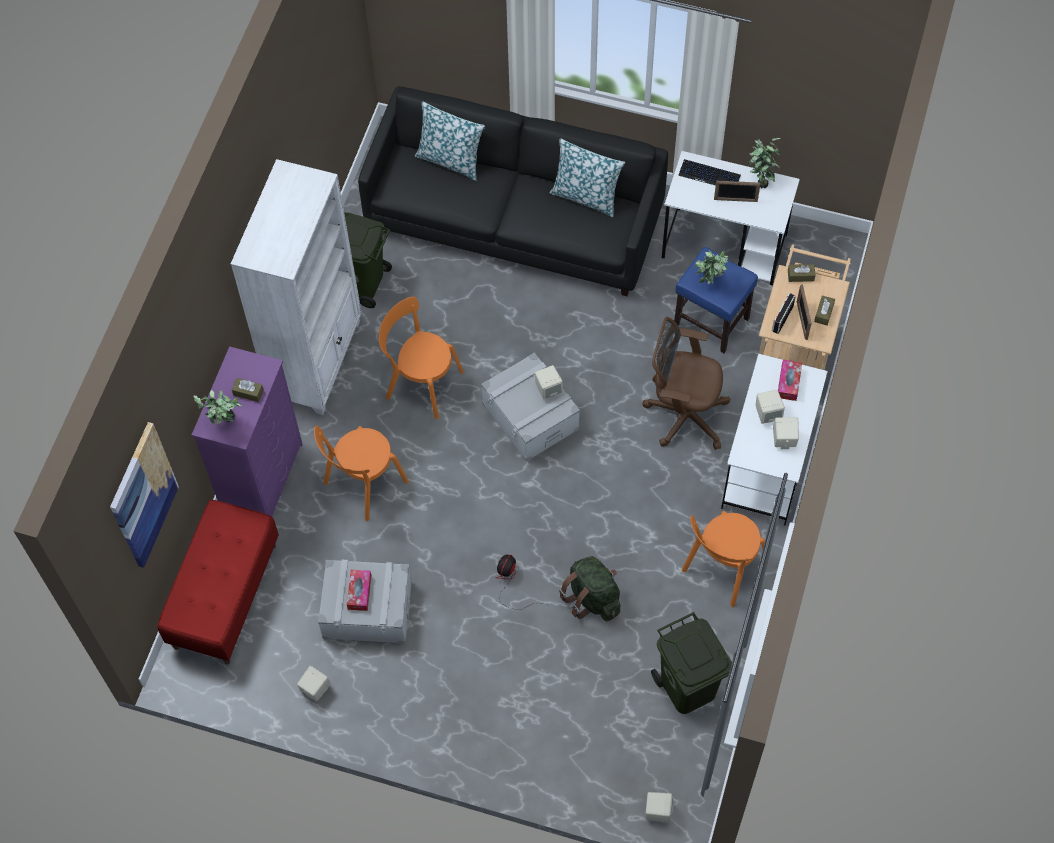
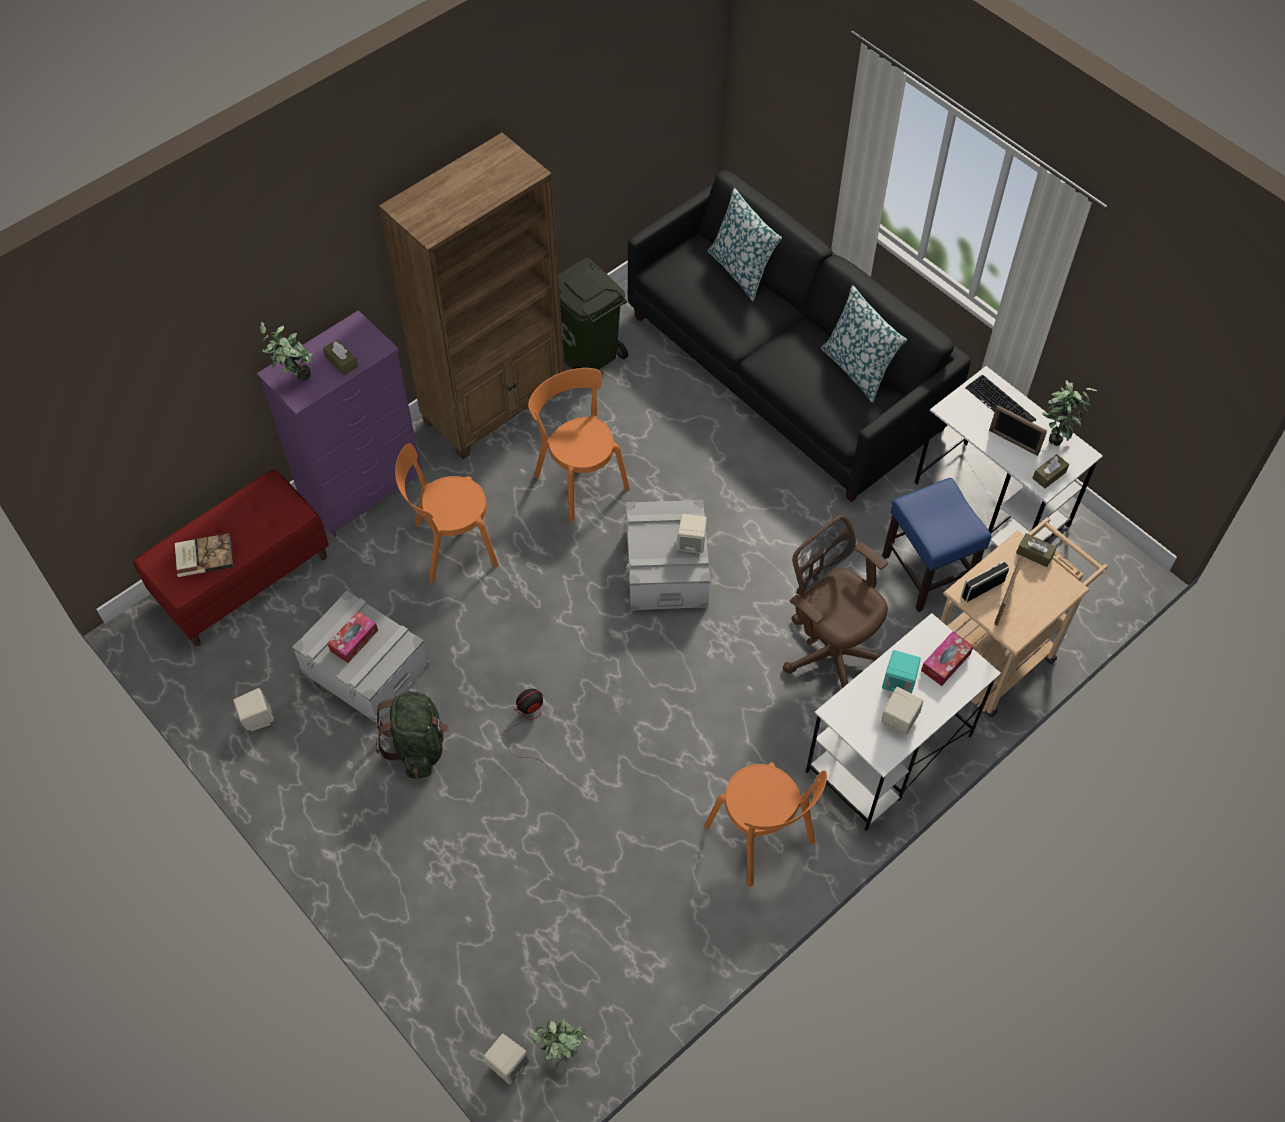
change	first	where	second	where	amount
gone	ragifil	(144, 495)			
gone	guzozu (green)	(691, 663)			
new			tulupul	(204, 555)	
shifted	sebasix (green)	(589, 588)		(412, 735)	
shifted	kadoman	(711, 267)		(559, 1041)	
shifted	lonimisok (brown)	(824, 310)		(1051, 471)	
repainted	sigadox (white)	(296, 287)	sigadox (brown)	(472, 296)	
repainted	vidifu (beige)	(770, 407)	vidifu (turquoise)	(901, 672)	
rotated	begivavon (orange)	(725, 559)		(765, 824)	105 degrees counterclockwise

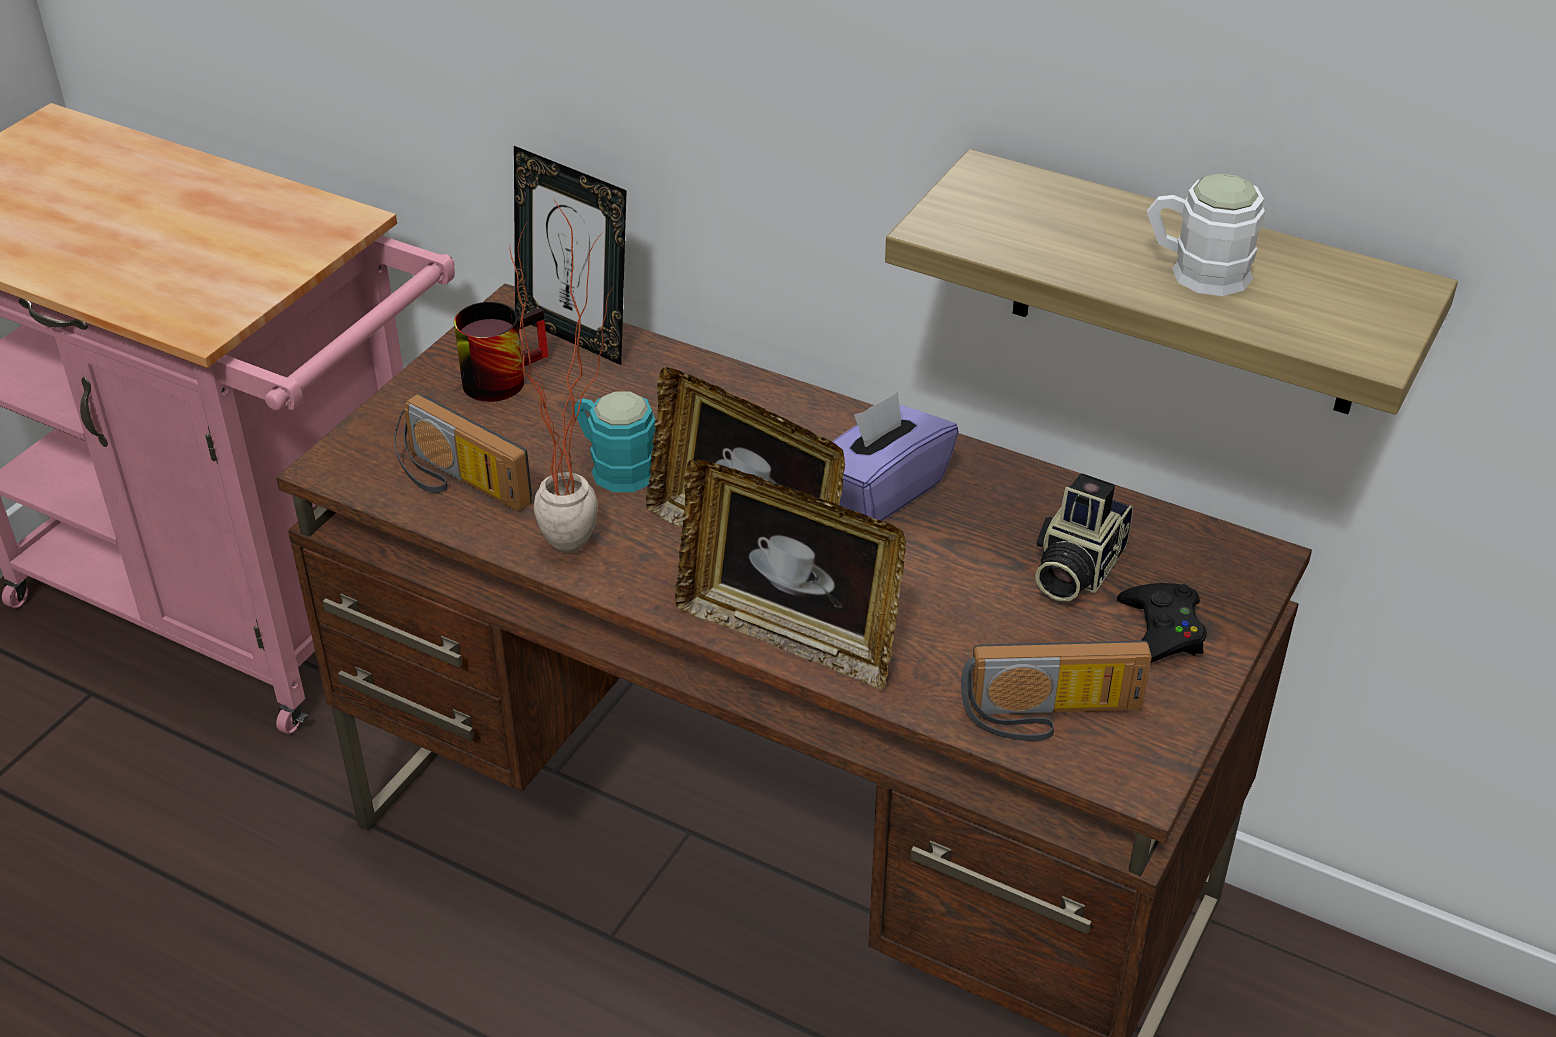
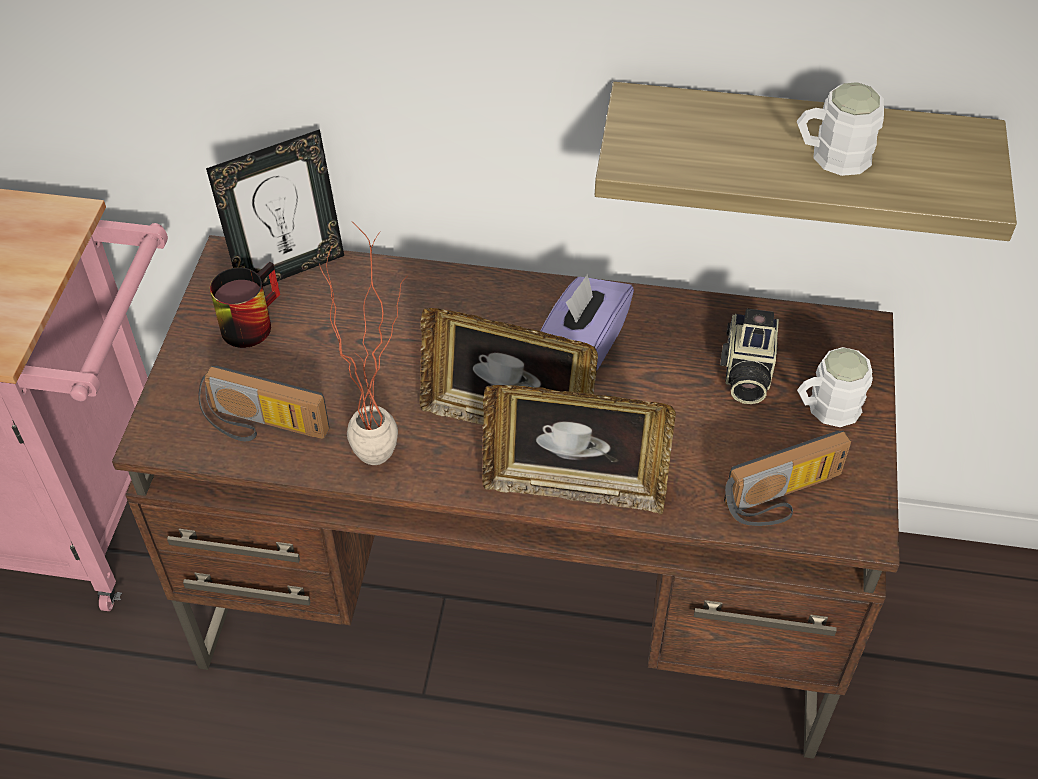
change	first	where	second	where	amount
gone	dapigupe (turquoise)	(614, 441)			
swapped	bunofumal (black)	(1162, 623)	dapigupe (white)	(835, 387)	
rotated	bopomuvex	(570, 255)		(275, 207)	45 degrees counterclockwise

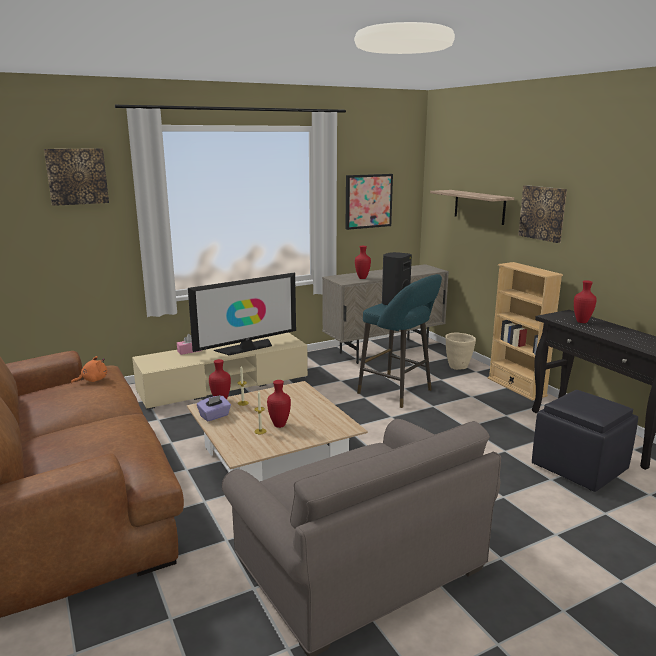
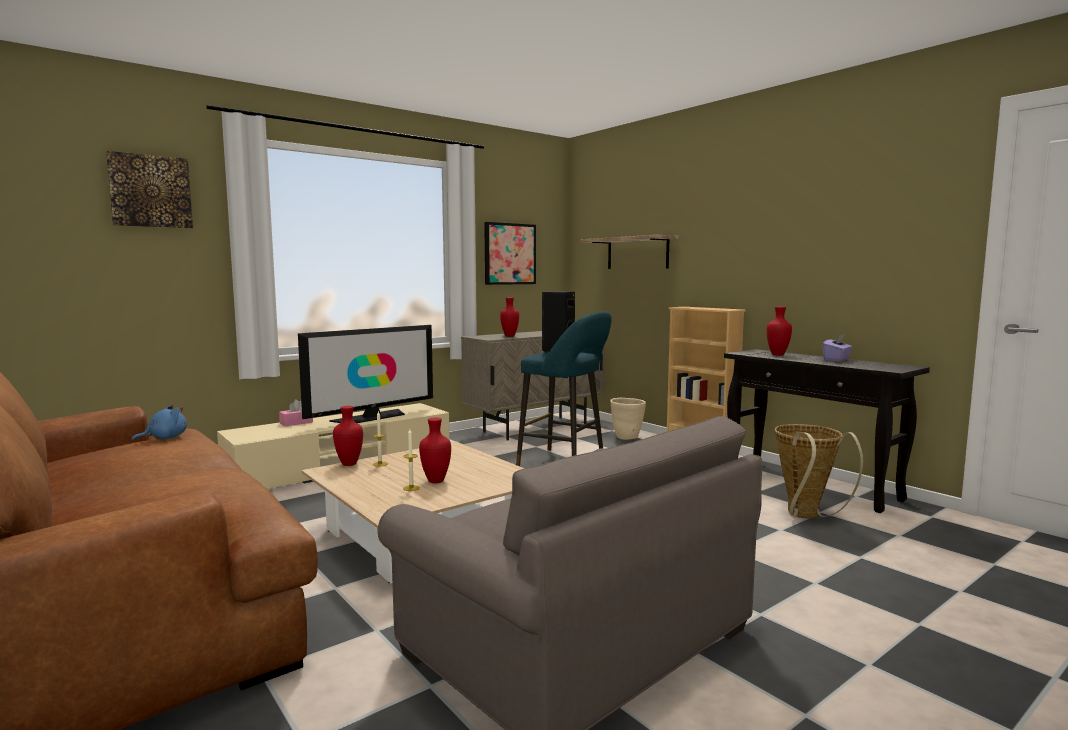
change	first	where	second	where	amount
gone	ragifil	(542, 214)			
shifted	lonimisok (purple)	(214, 408)		(837, 348)	
swapped	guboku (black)	(585, 441)	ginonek	(819, 471)	
repainted	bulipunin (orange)	(89, 370)	bulipunin (blue)	(159, 423)	

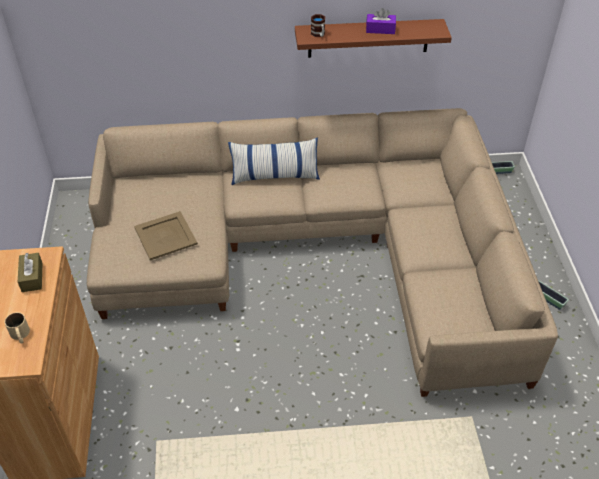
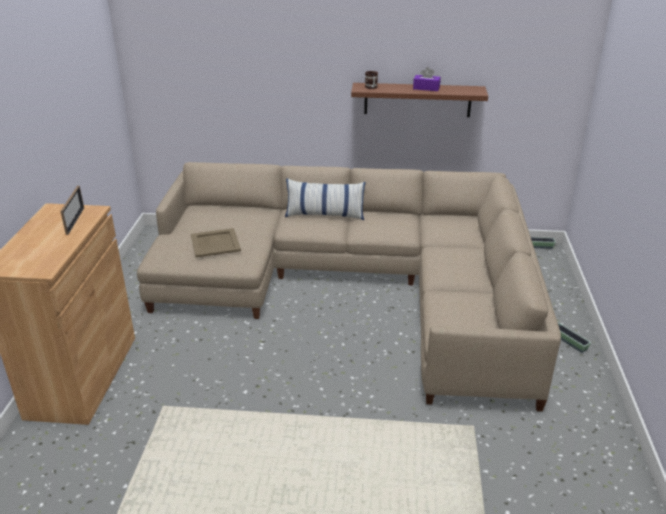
change	first	where	second	where	amount
gone	dapigupe (beige)	(17, 327)			
swapped	lonimisok (brown)	(30, 272)	bopomuvex	(72, 210)	

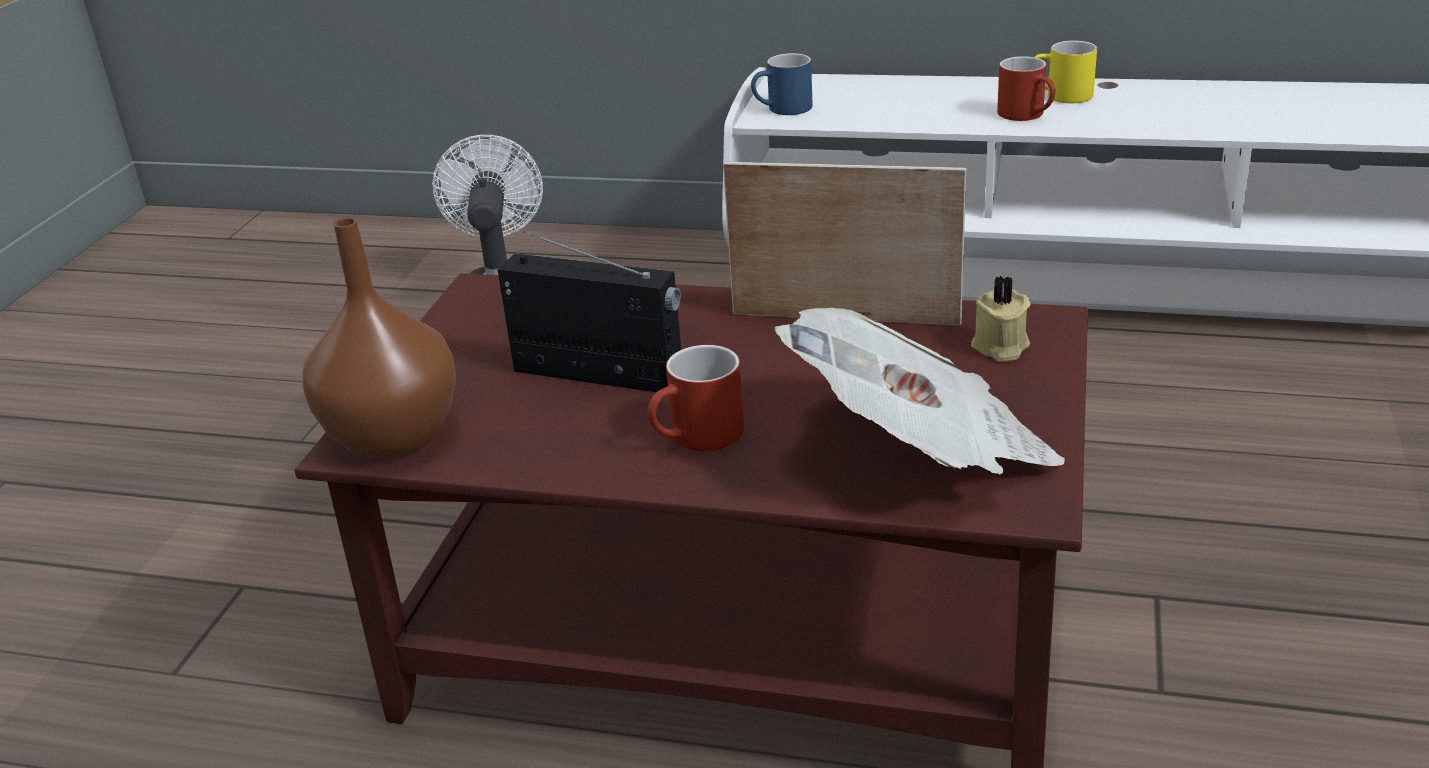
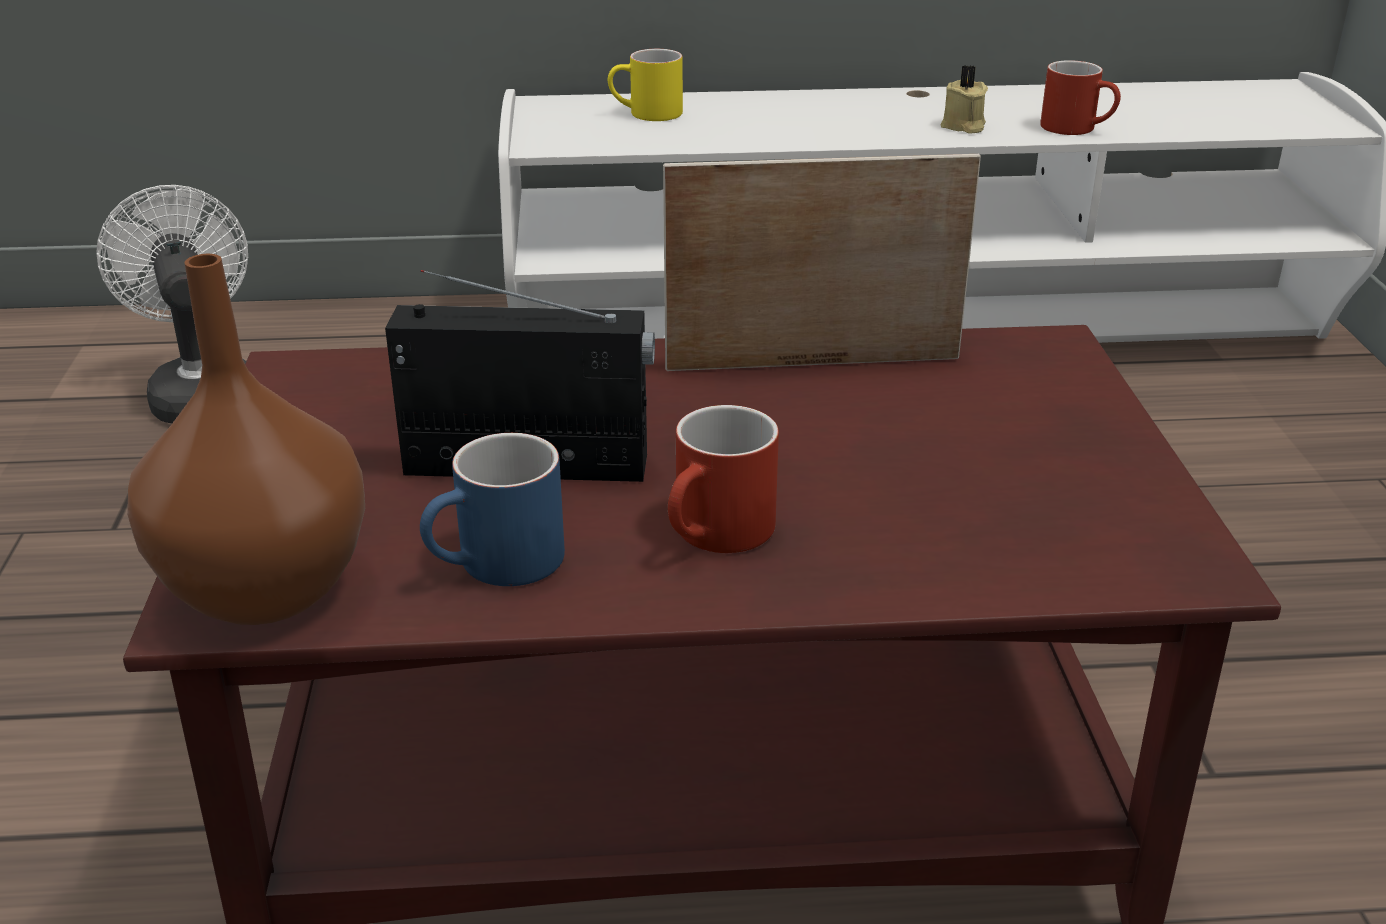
change	first	where	second	where	amount
gone	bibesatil	(920, 391)			
shifted	dapigupe (blue)	(782, 84)		(492, 509)	
shifted	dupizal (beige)	(1000, 319)		(964, 99)	
shifted	dapigupe (red)	(1026, 88)		(1080, 97)	
shifted	dapigupe (yellow)	(1066, 71)		(645, 85)	

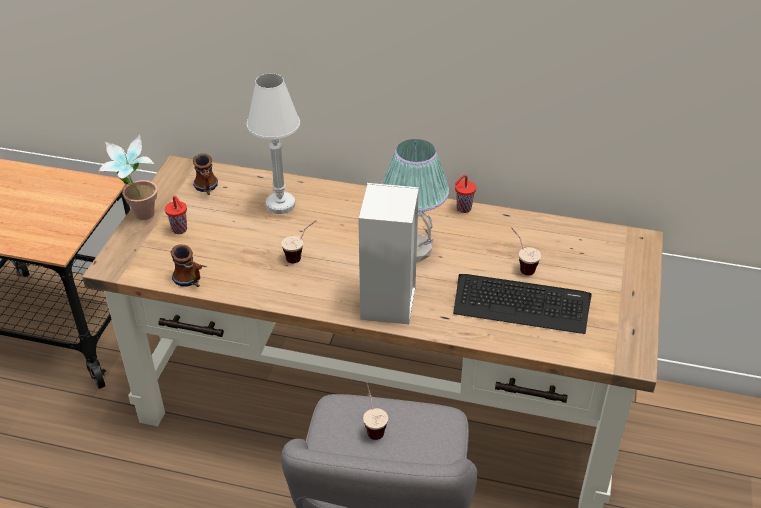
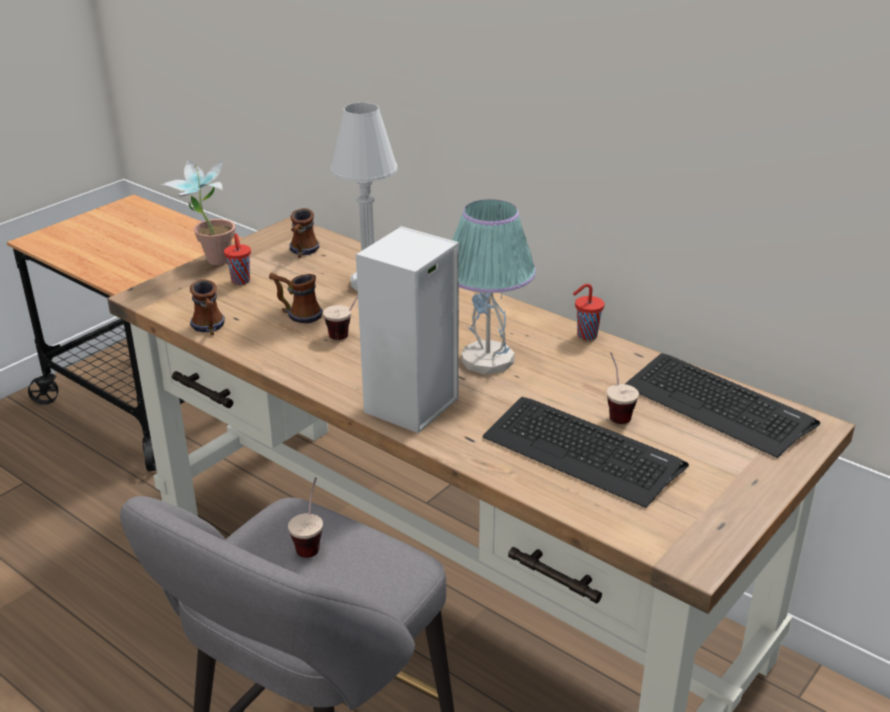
change	first	where	second	where	amount
new			dapigupe	(296, 298)	
new			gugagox	(722, 405)	

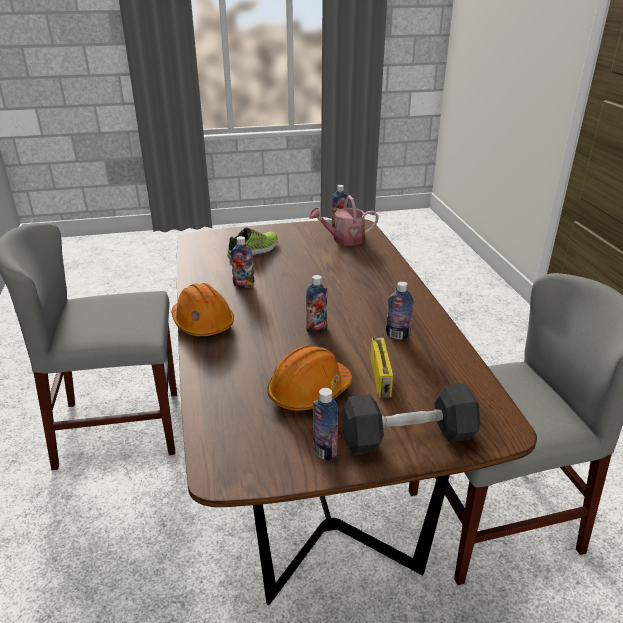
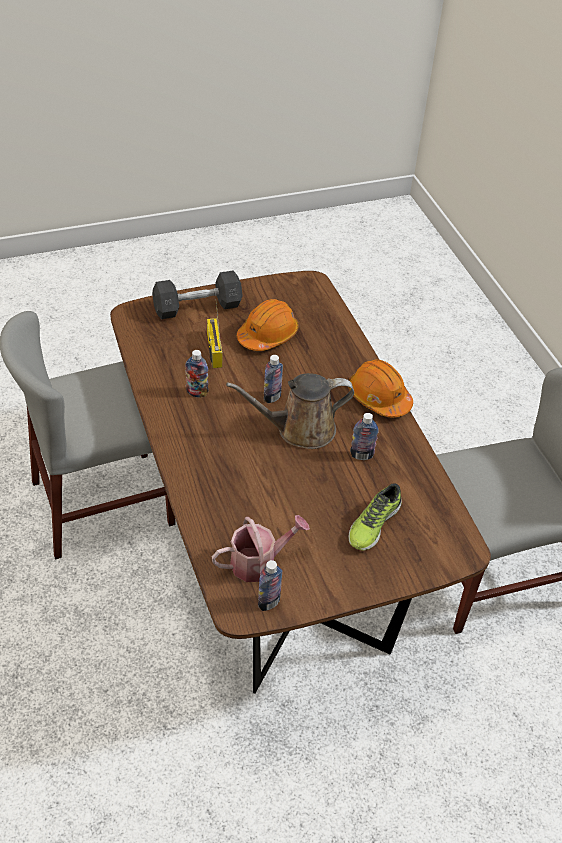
change	first	where	second	where	amount
gone	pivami	(325, 424)			
new			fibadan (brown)	(290, 411)	

